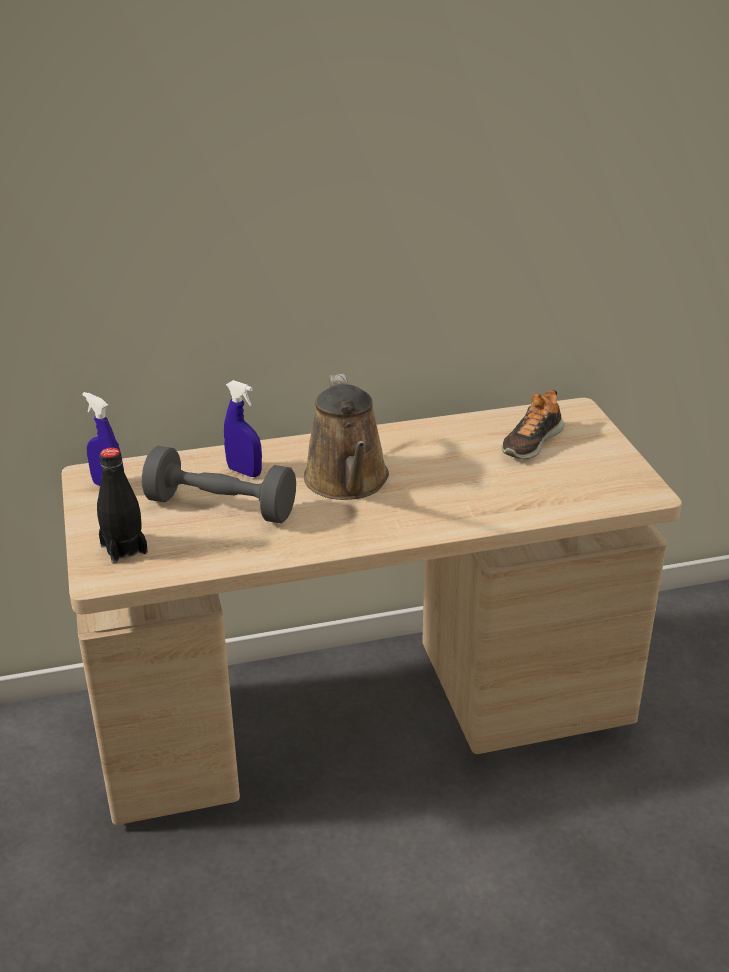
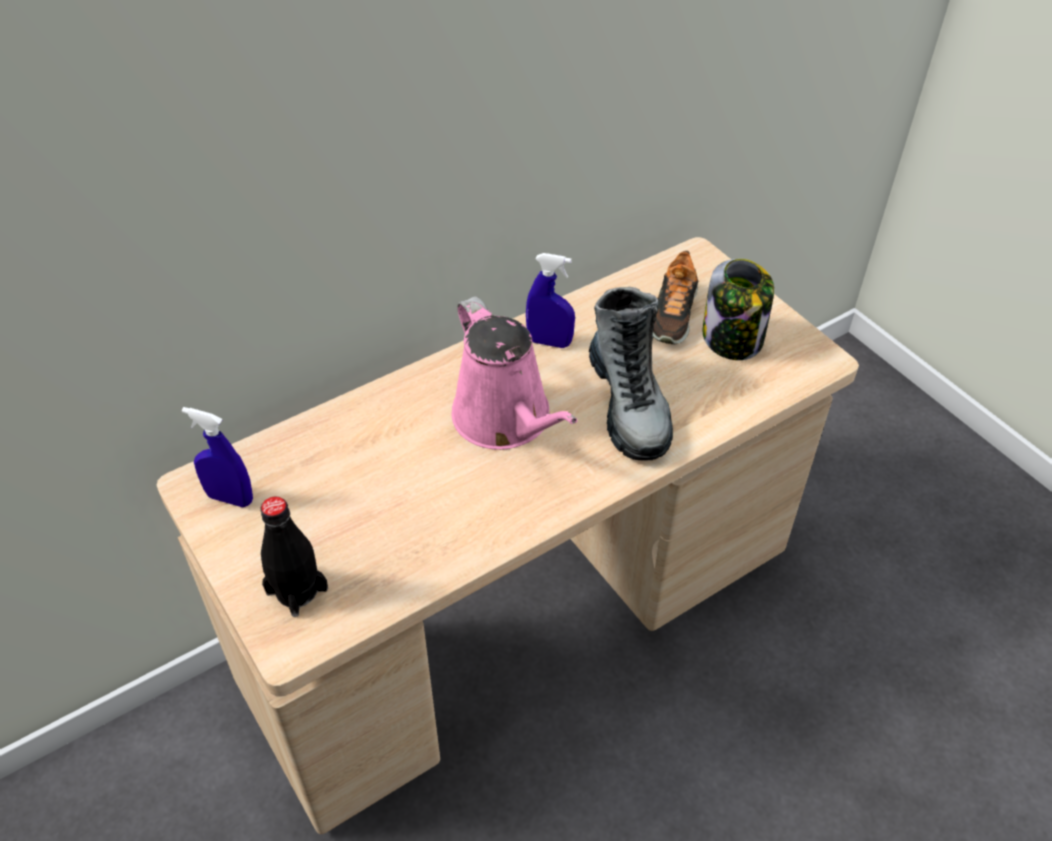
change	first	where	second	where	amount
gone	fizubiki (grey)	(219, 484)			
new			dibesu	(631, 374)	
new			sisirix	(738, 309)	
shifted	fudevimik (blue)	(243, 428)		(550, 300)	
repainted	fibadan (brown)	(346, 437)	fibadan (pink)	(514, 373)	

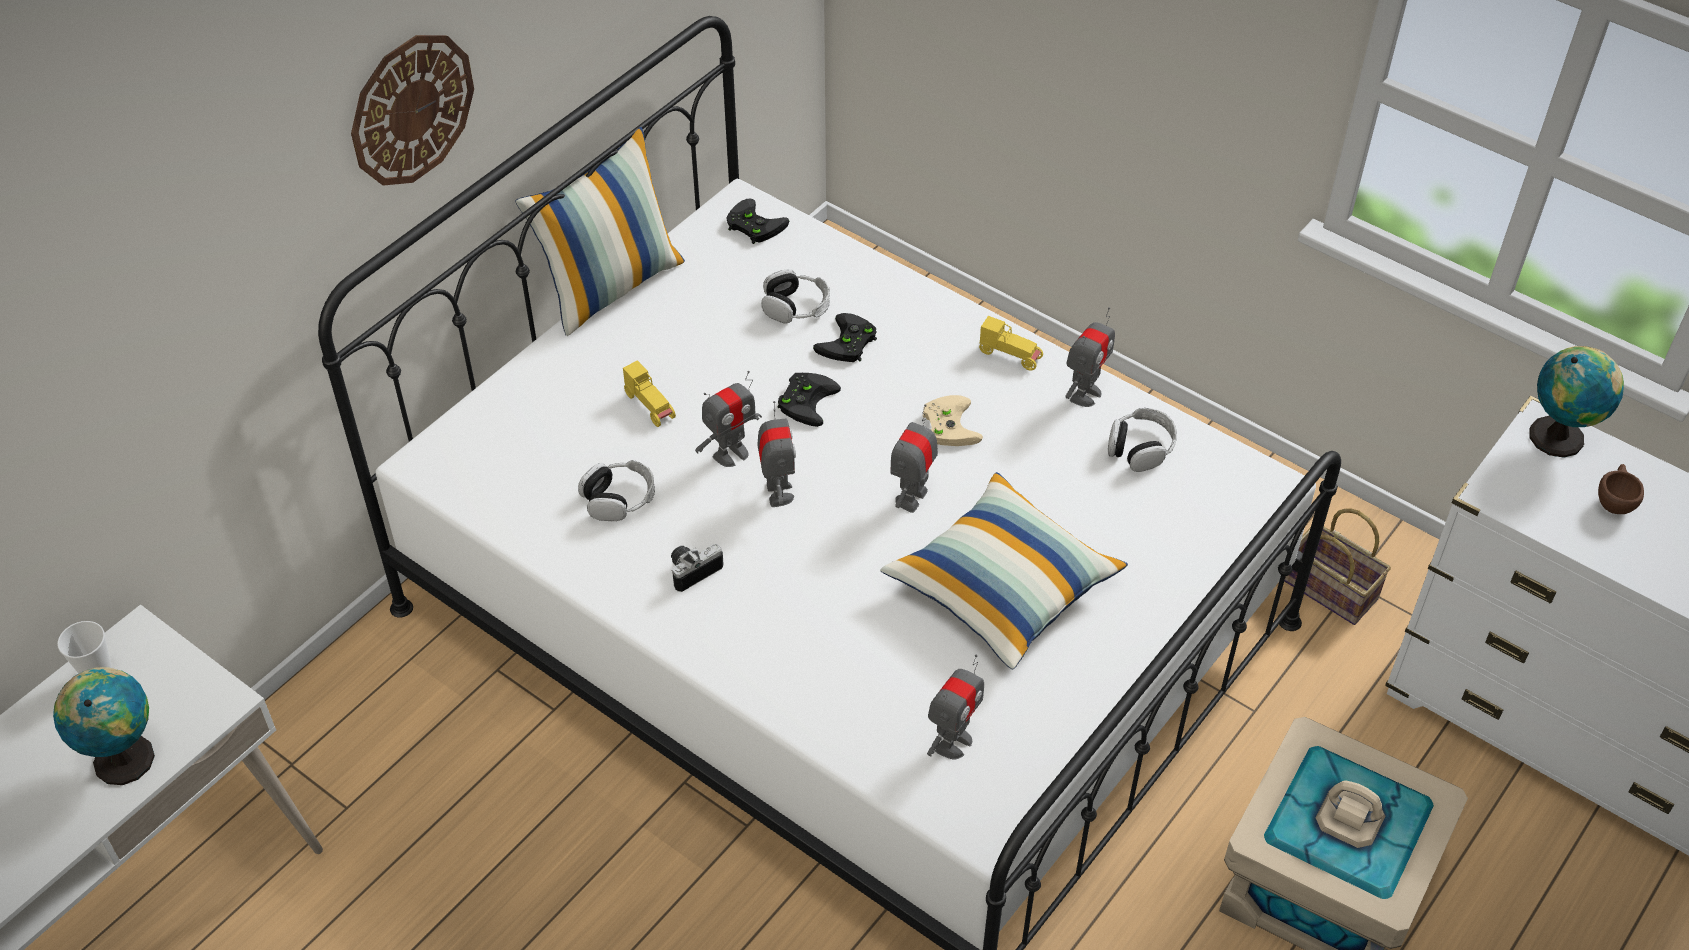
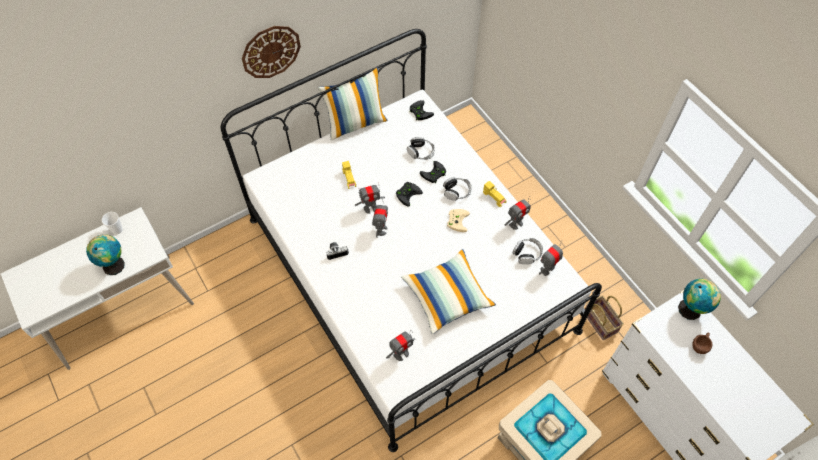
change	first	where	second	where	amount
shifted	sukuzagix	(616, 490)		(457, 189)	
shifted	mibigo	(914, 458)		(551, 258)	

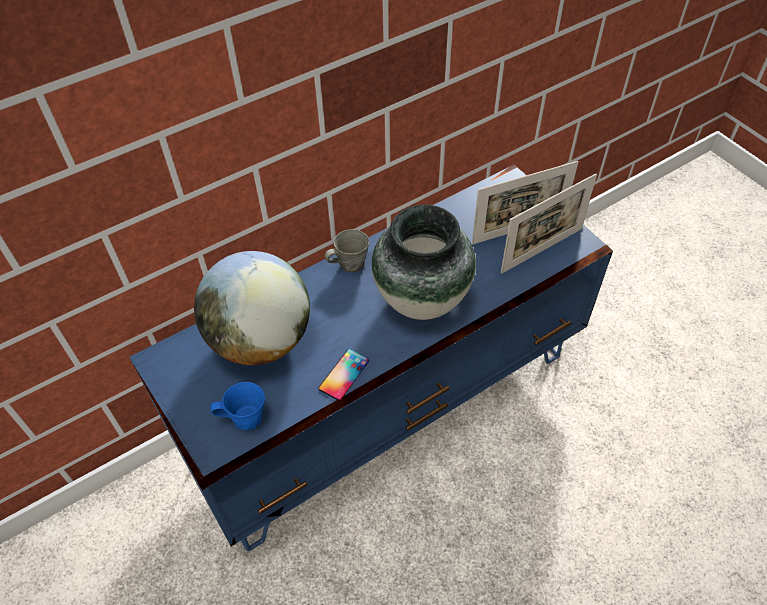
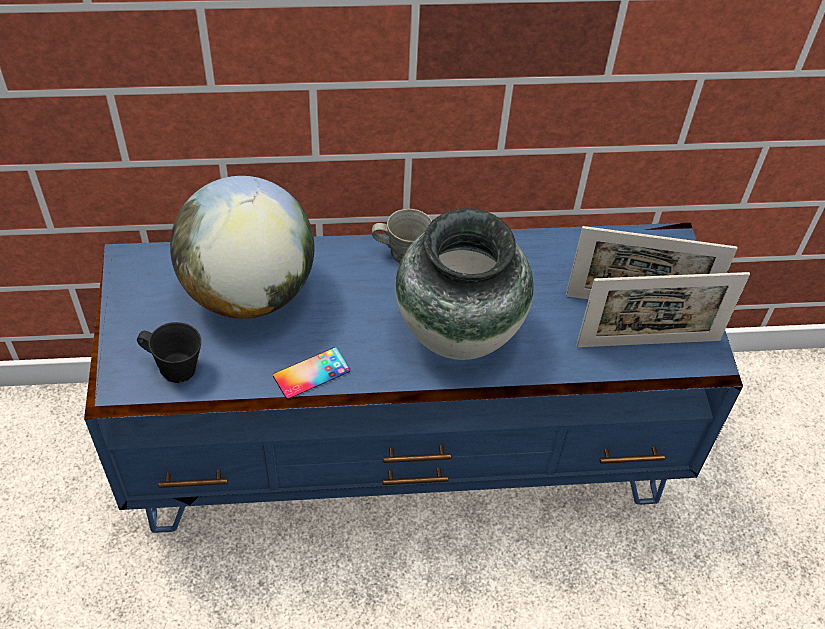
change	first	where	second	where	amount
repainted	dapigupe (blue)	(238, 406)	dapigupe (black)	(169, 352)	

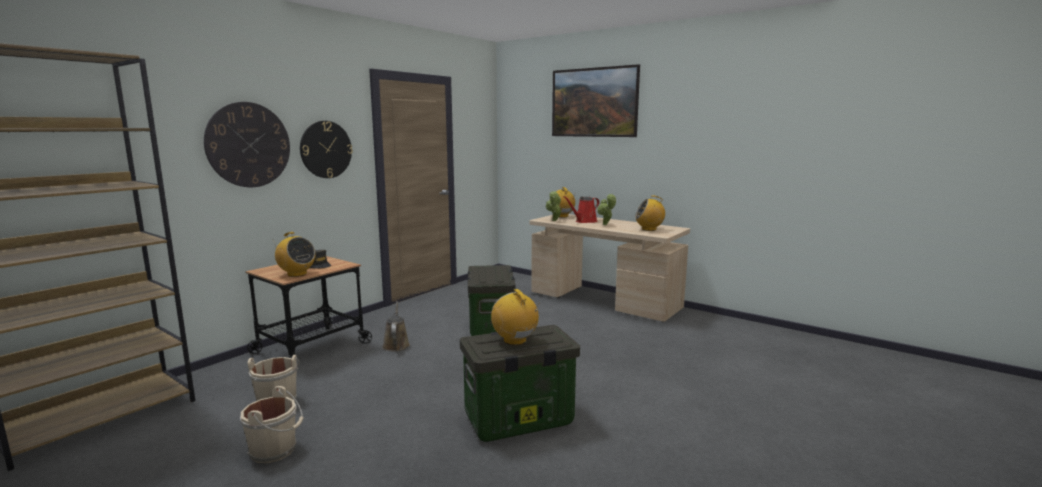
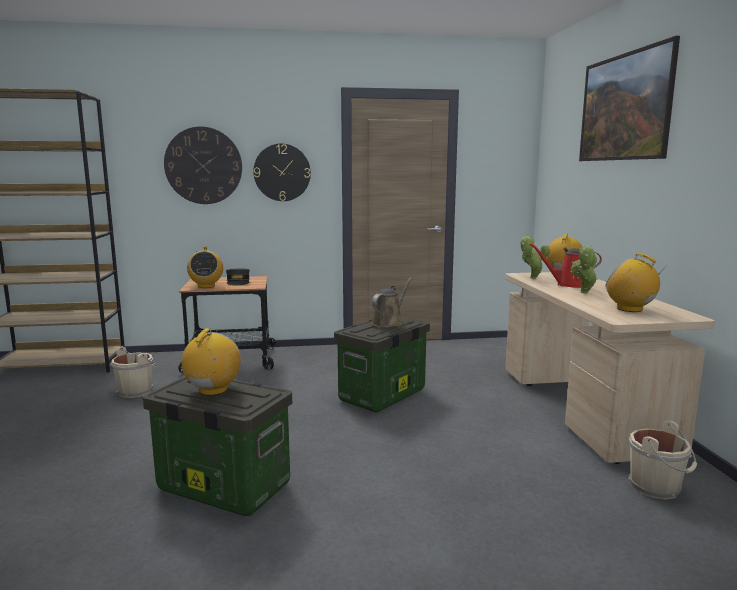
change	first	where	second	where	amount
shifted	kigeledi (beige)	(272, 424)		(662, 460)	
shifted	fibadan (brown)	(396, 326)		(391, 303)	

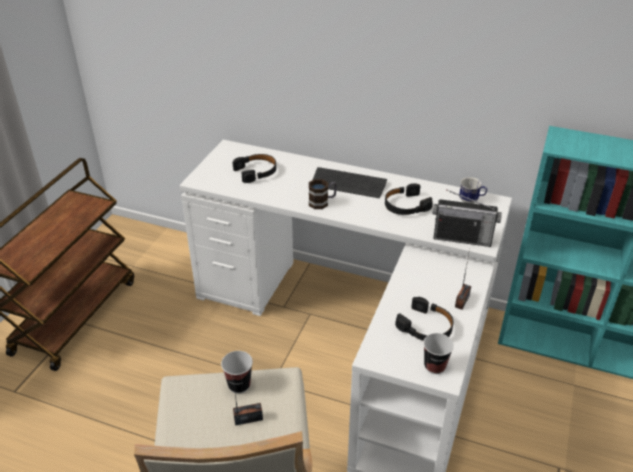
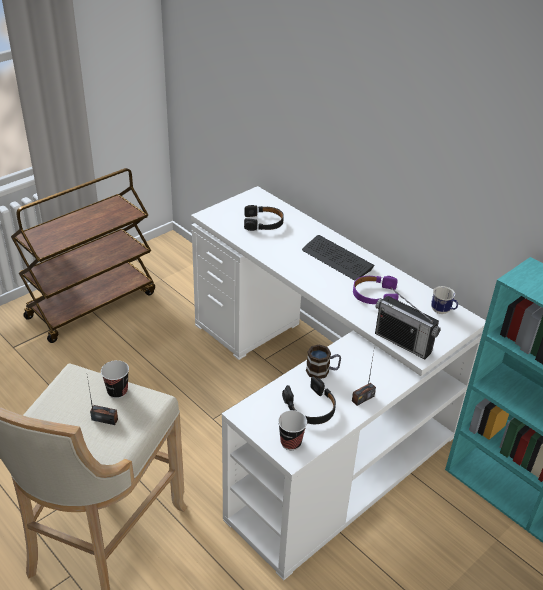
change	first	where	second	where	amount
shifted	dapigupe	(323, 194)		(323, 361)	
repainted	sukuzagix (black)	(409, 199)	sukuzagix (purple)	(376, 290)	

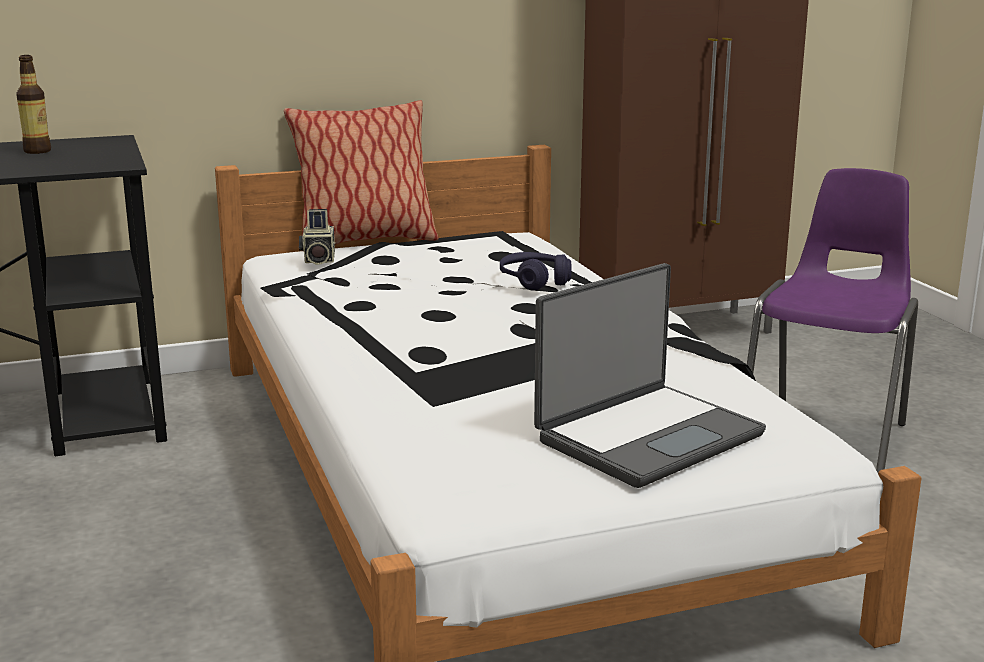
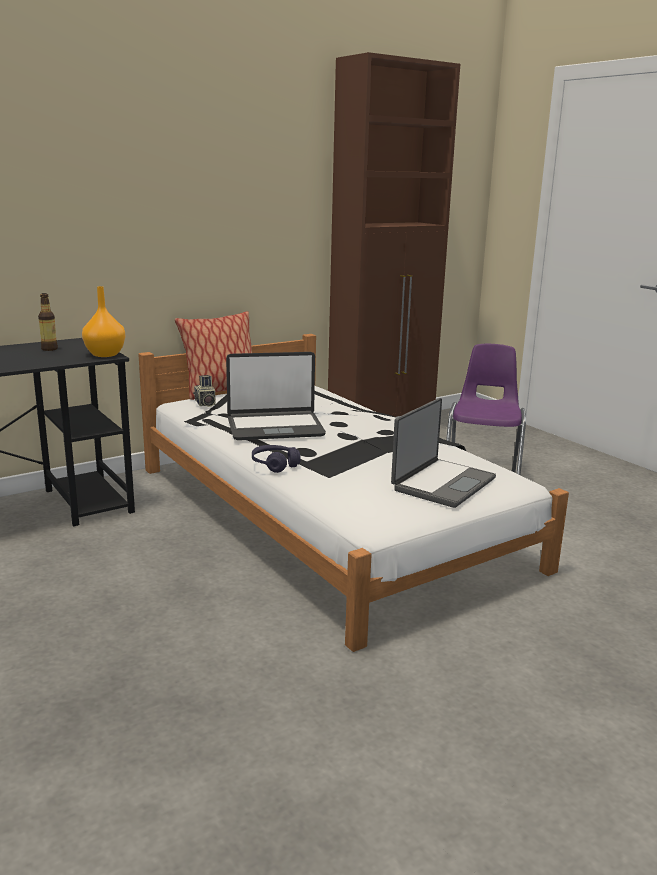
change	first	where	second	where	amount
new			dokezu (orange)	(103, 321)	
new			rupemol	(276, 396)	
shifted	sukuzagix (purple)	(535, 271)		(276, 459)	

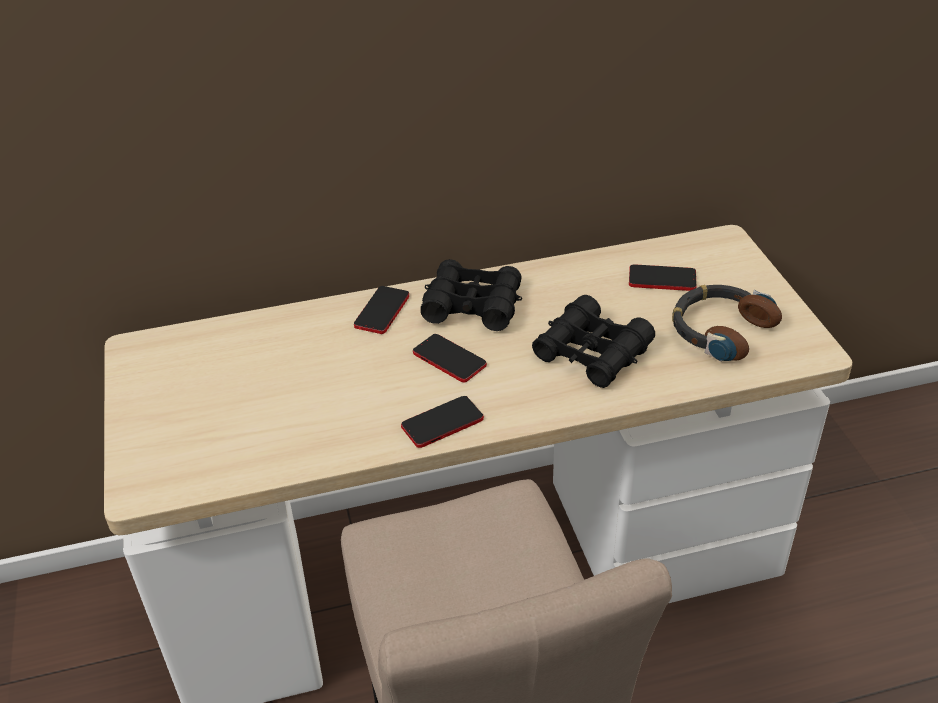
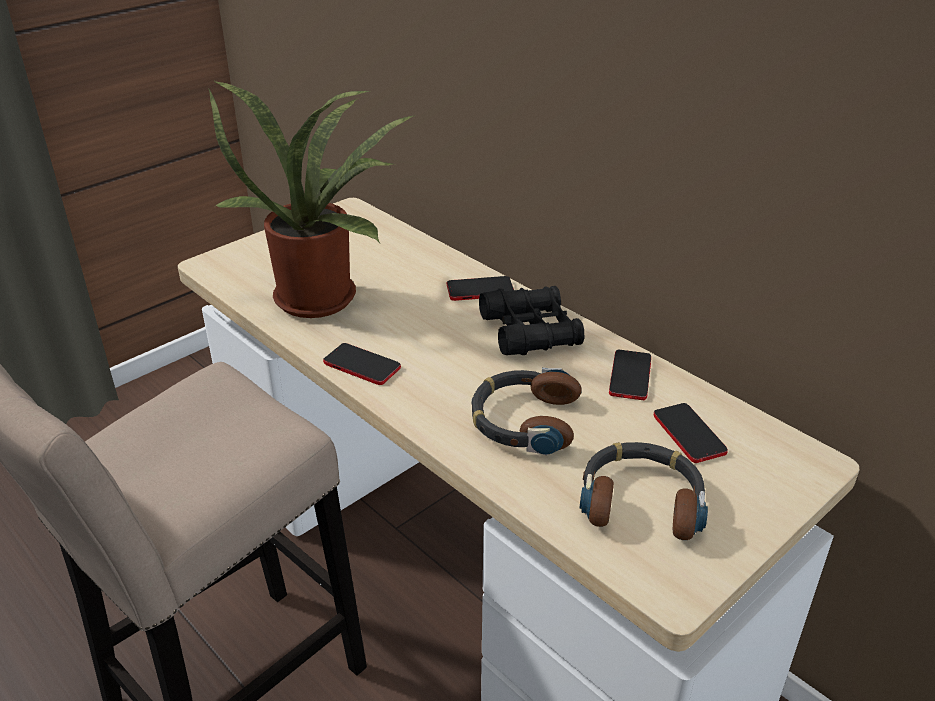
change	first	where	second	where	amount
new			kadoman	(310, 199)	
shifted	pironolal	(450, 358)		(630, 375)	
swapped	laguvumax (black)	(593, 341)	sukuzagix	(526, 411)	

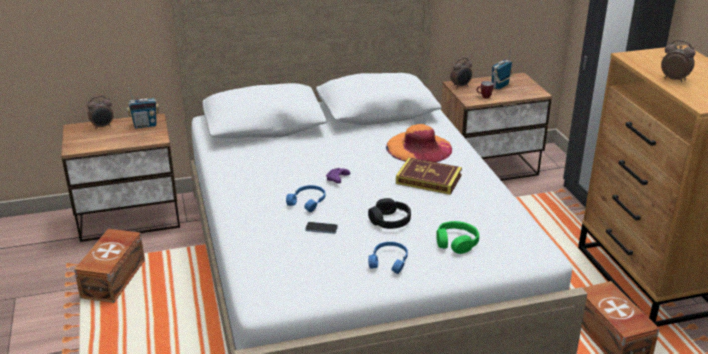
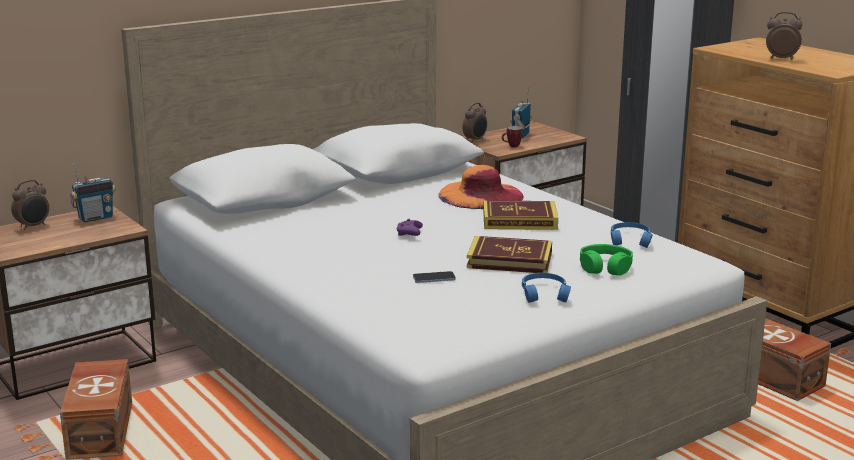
change	first	where	second	where	amount
shifted	sukuzagix (blue)	(305, 198)		(632, 235)	
swapped	sukuzagix (black)	(389, 213)	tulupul	(509, 254)	

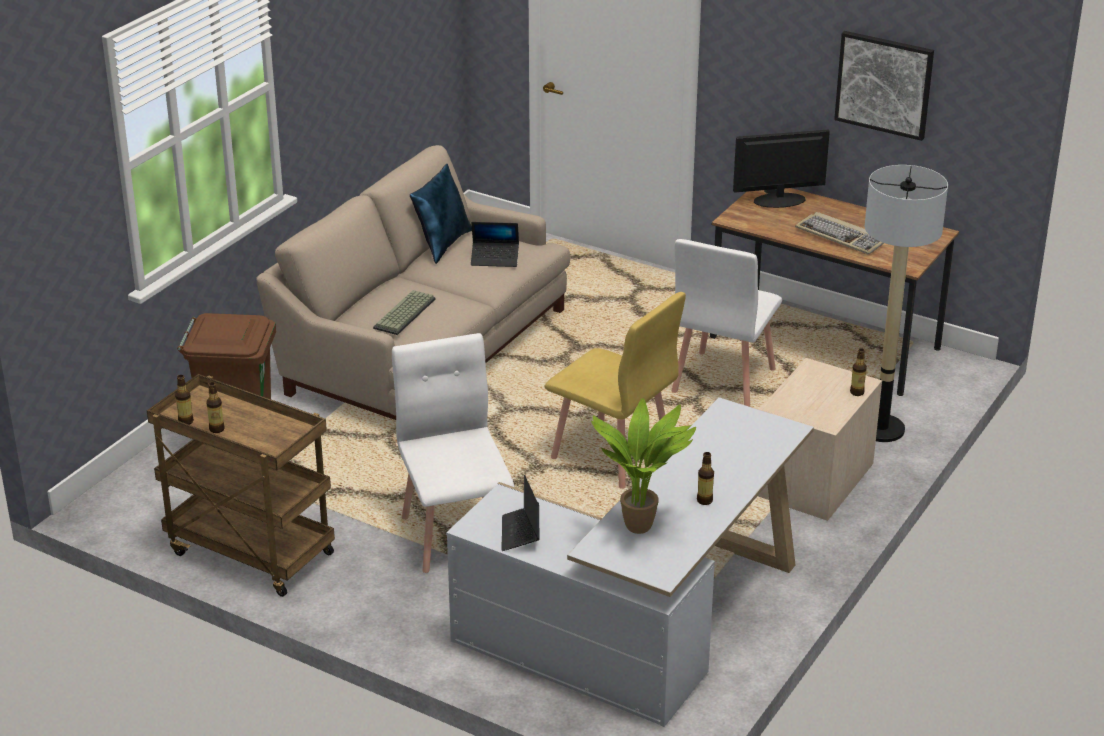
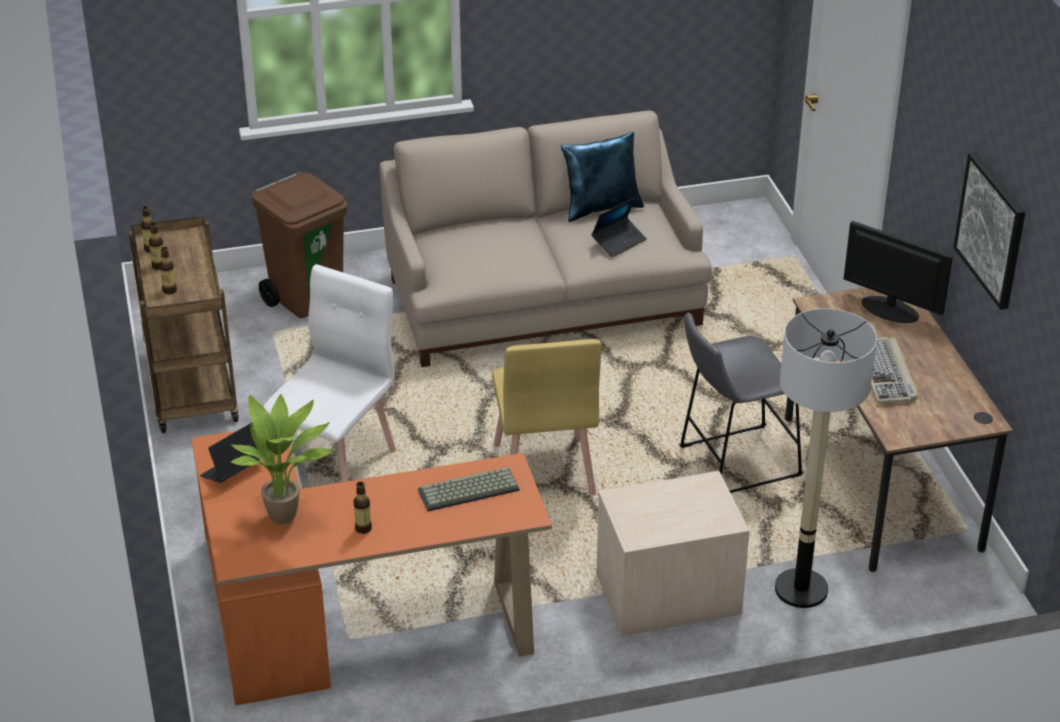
change	first	where	second	where	amount
shifted	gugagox	(404, 312)		(469, 489)	
shifted	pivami	(858, 372)		(168, 270)	
swapped	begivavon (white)	(727, 323)	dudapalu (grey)	(741, 403)	
repainted	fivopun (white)	(630, 562)	fivopun (orange)	(371, 568)	
rotated	rupemol	(495, 244)		(619, 227)	90 degrees counterclockwise

